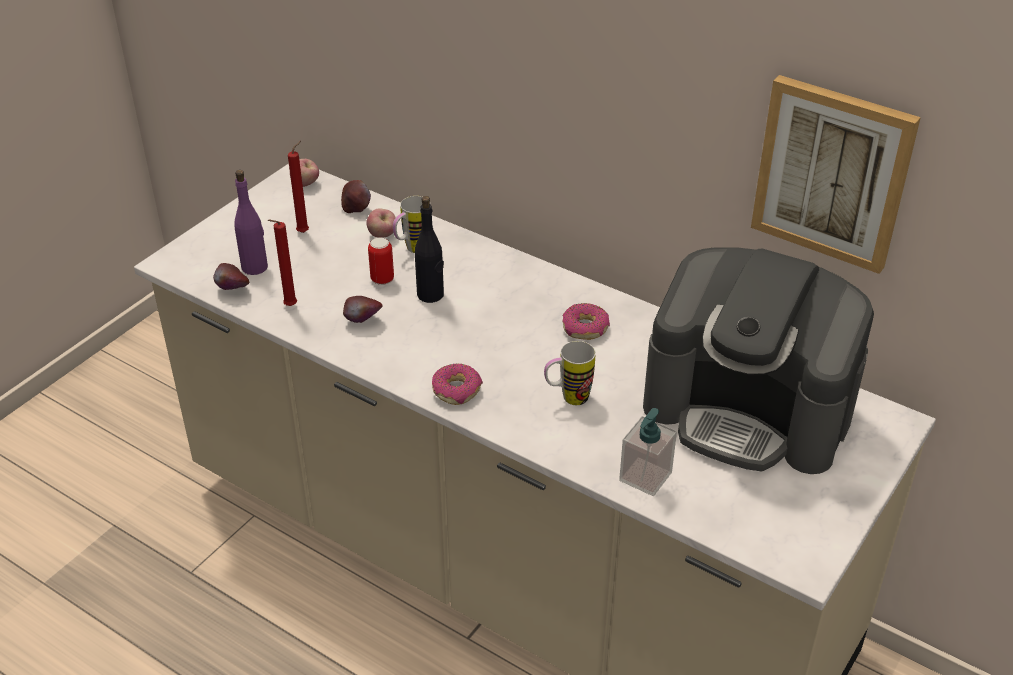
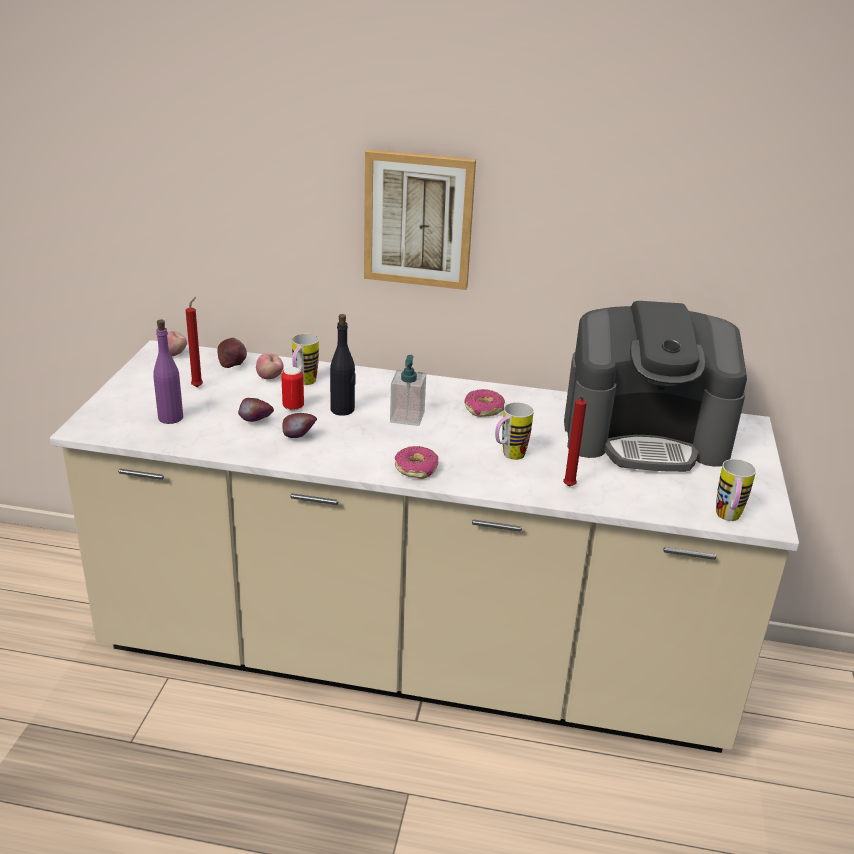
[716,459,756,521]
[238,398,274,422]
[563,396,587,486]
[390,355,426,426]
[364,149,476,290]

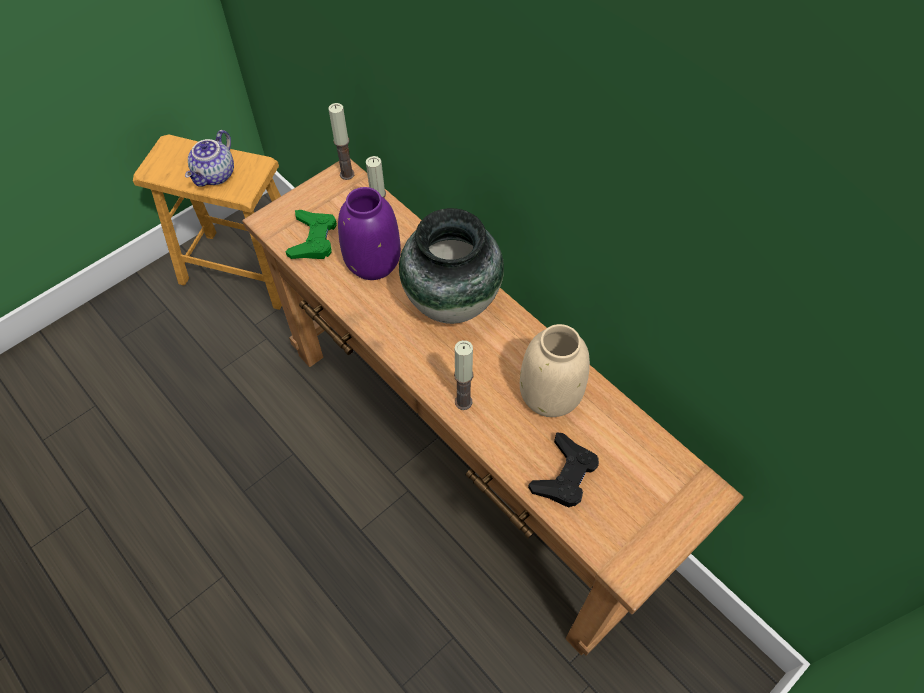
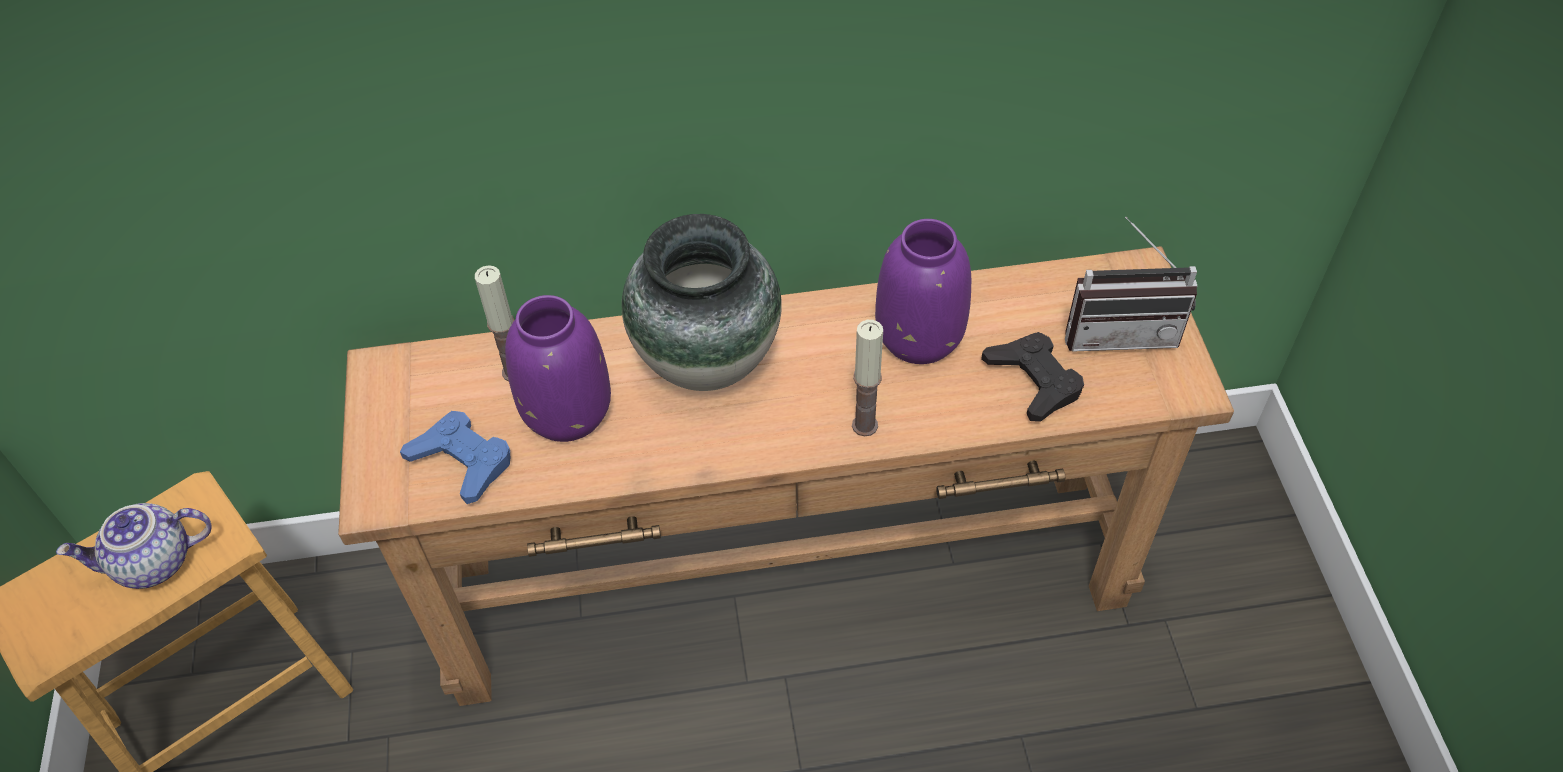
[328,103,354,180] (first image)
[1065,217,1197,352]
[400,411,511,504]
[875,219,971,364]
[56,503,212,589]

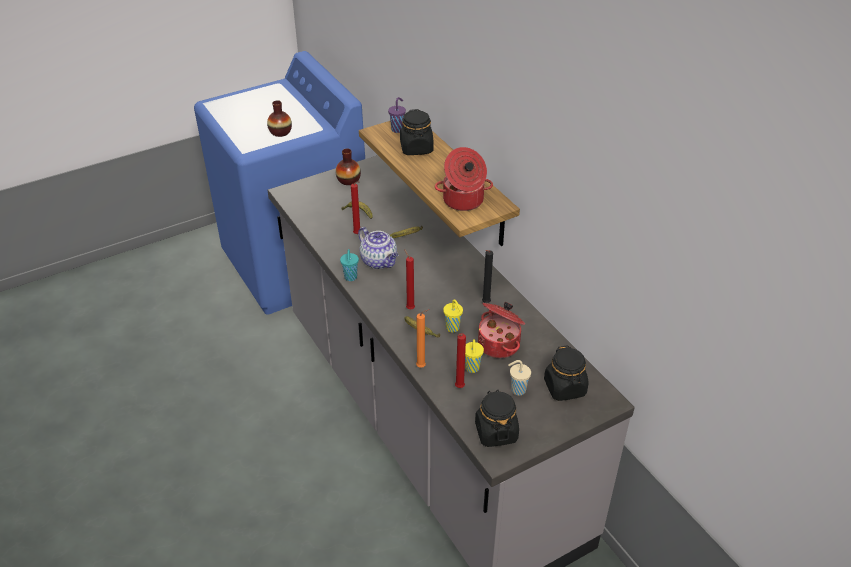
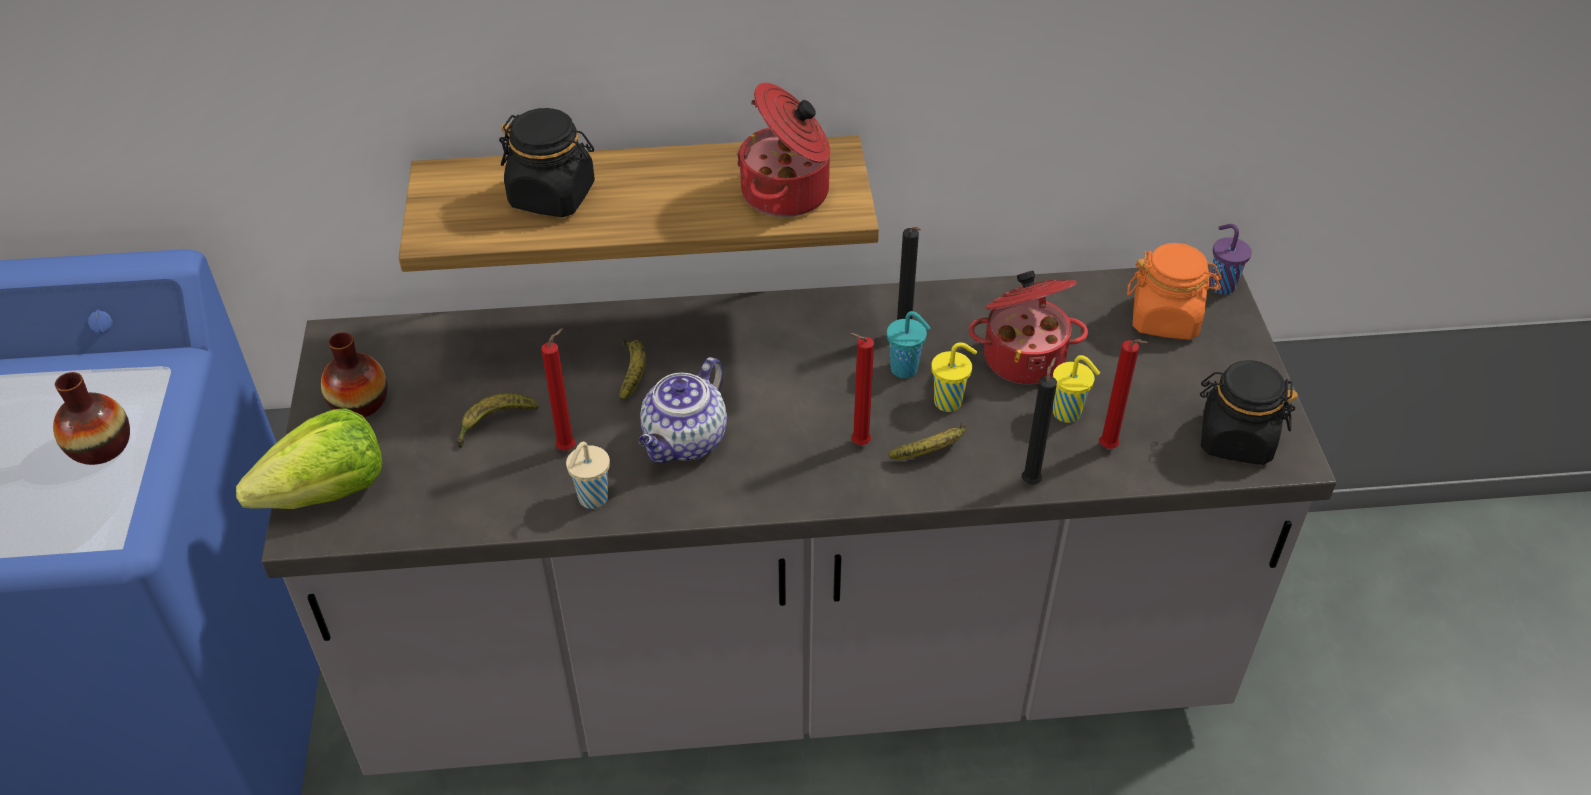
[236,408,383,509]
[887,311,931,378]
[1210,224,1252,295]
[566,442,610,509]
[1022,357,1057,485]
[1127,243,1221,340]
[639,357,727,463]

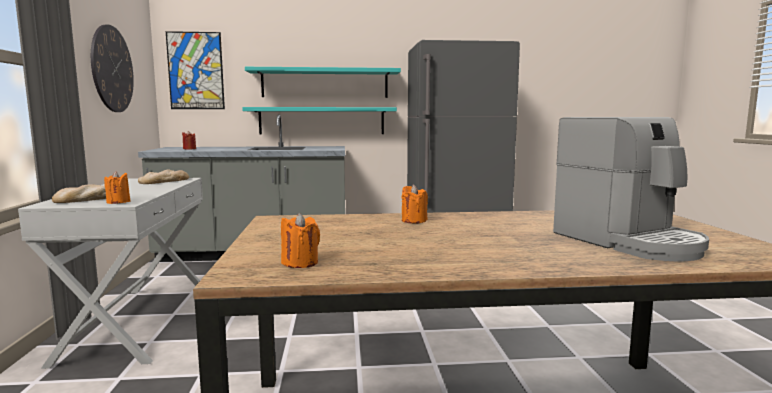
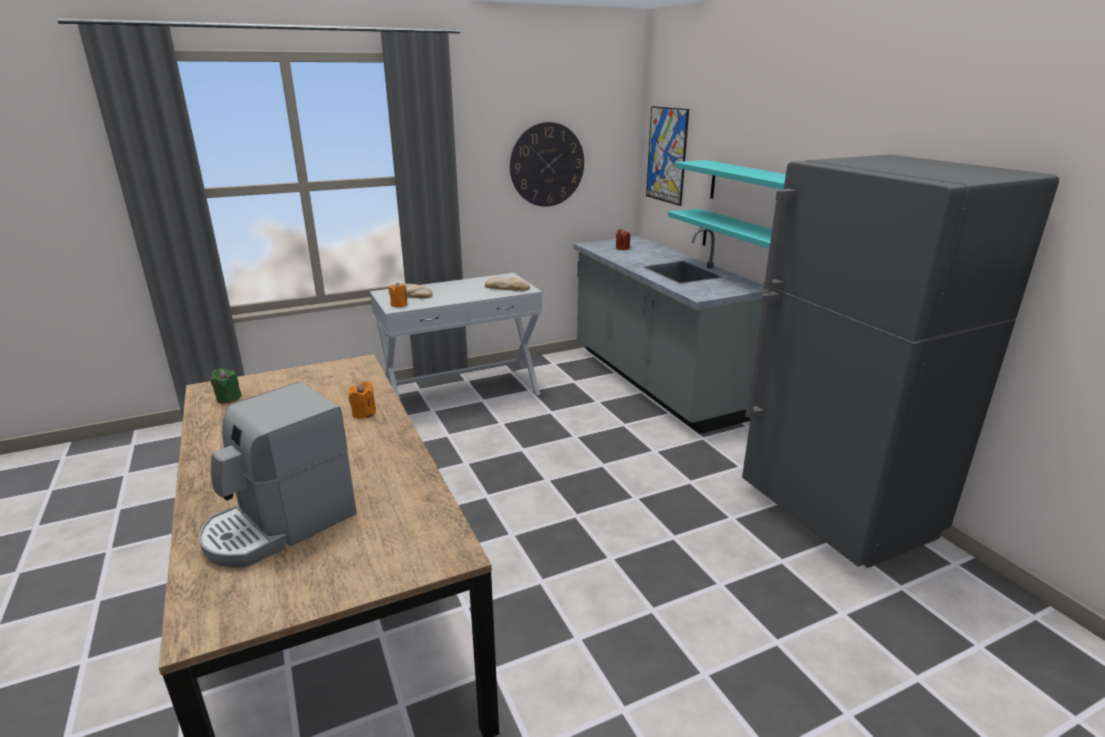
[210,368,242,403]

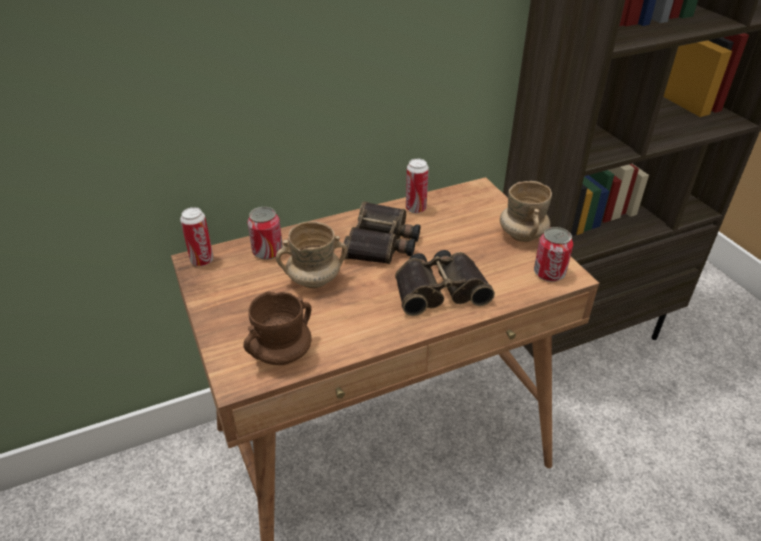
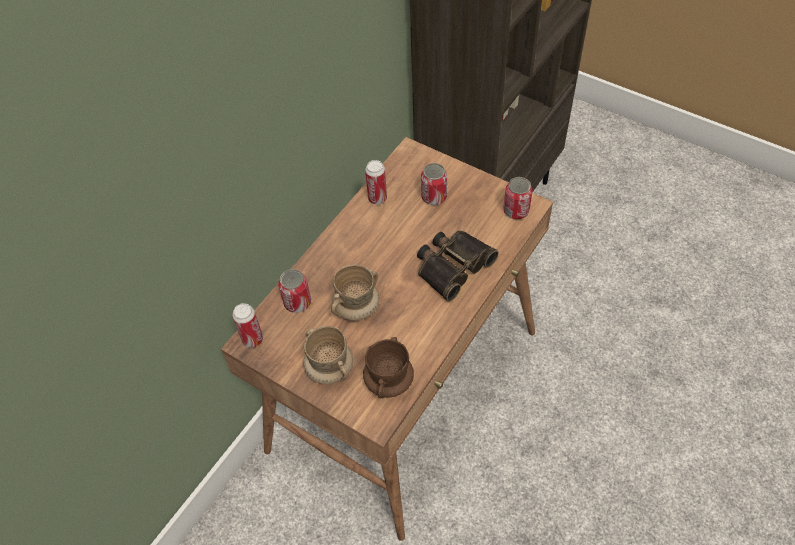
[342,201,420,264] (first image)
[421,163,447,205]
[304,325,353,385]

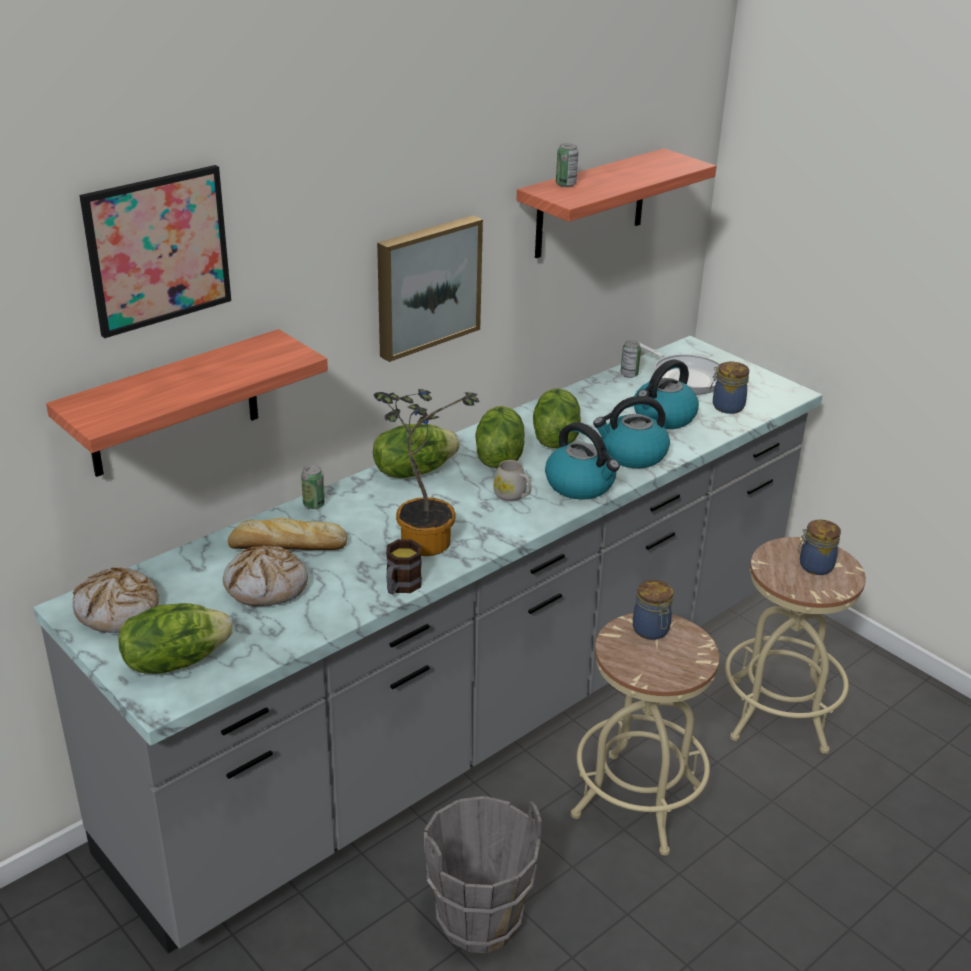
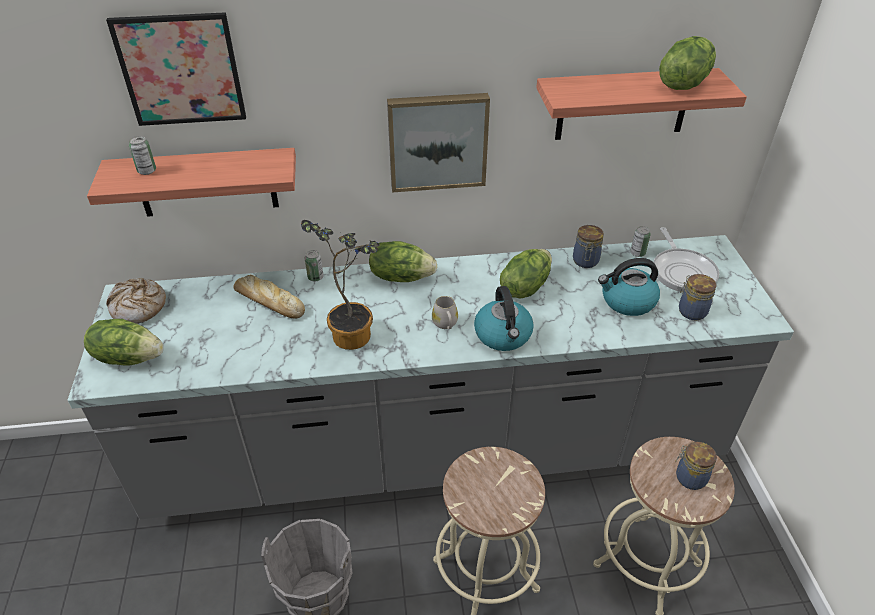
[223,546,308,606] (first image)
[386,539,422,594] (first image)
[593,396,670,468] (first image)
[659,36,716,90]
[129,136,156,175]
[573,225,604,268]

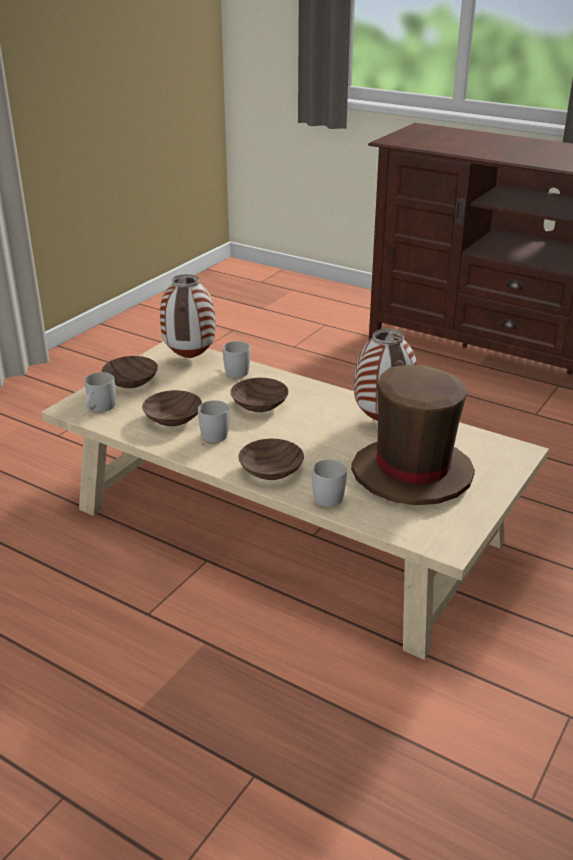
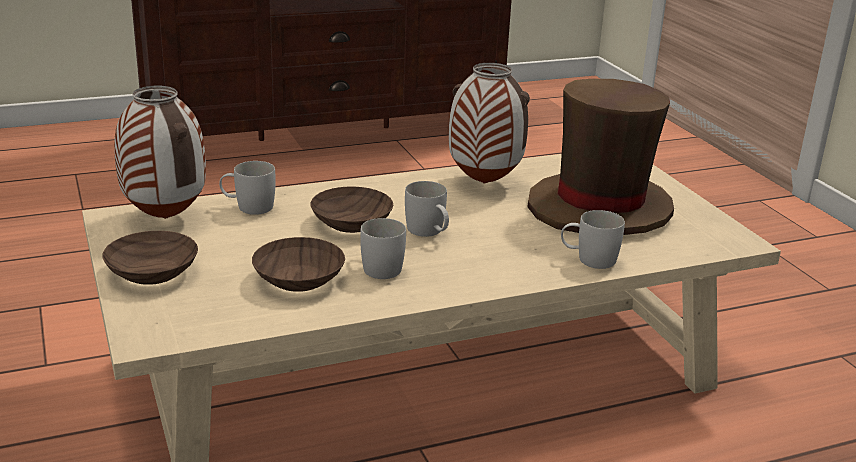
[238,439,304,480] (first image)
[405,181,449,237]

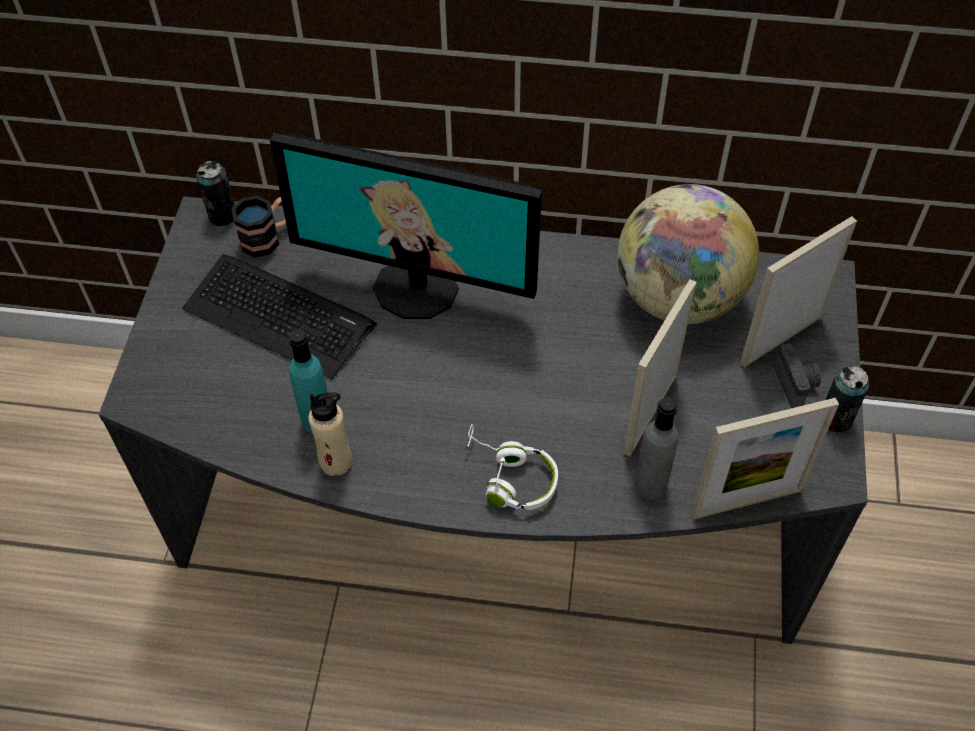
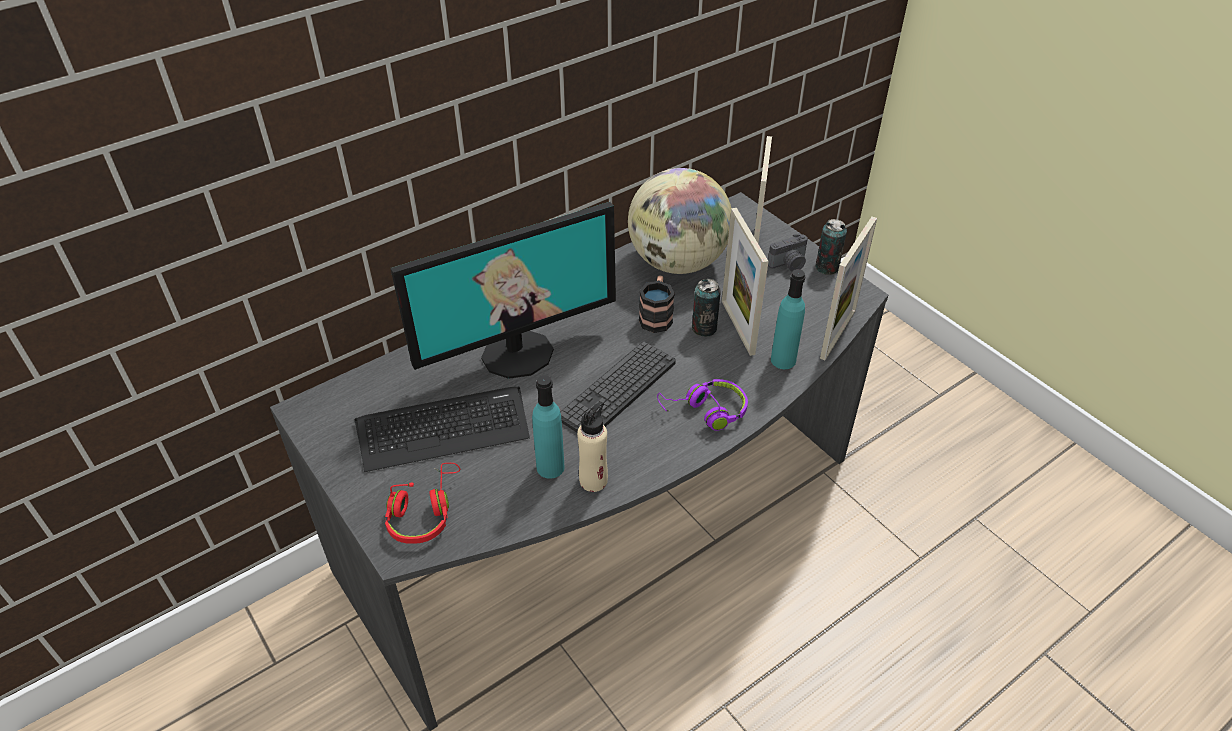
[385,463,460,544]
[560,341,676,433]
[692,279,721,337]
[639,275,675,333]
[657,379,748,431]
[771,269,805,369]
[768,233,808,272]

